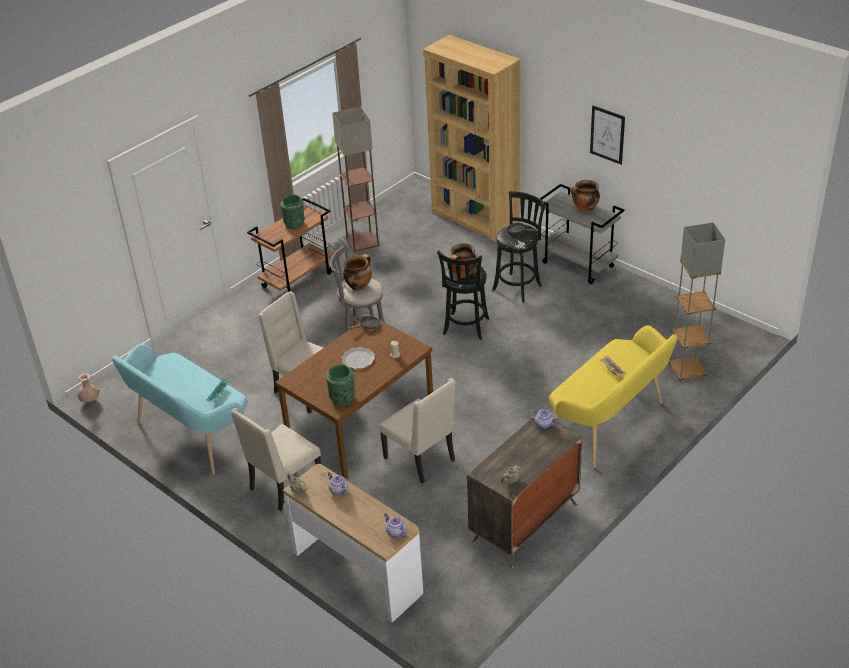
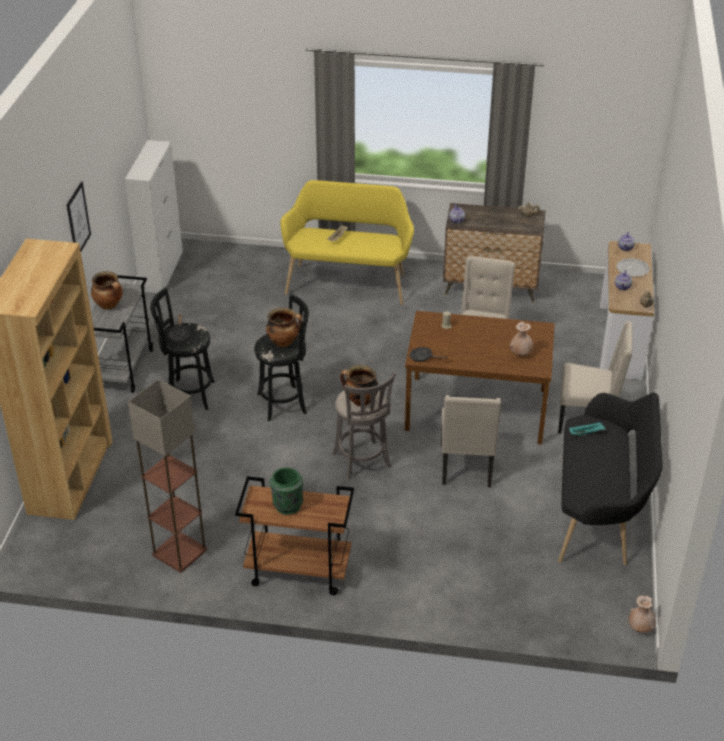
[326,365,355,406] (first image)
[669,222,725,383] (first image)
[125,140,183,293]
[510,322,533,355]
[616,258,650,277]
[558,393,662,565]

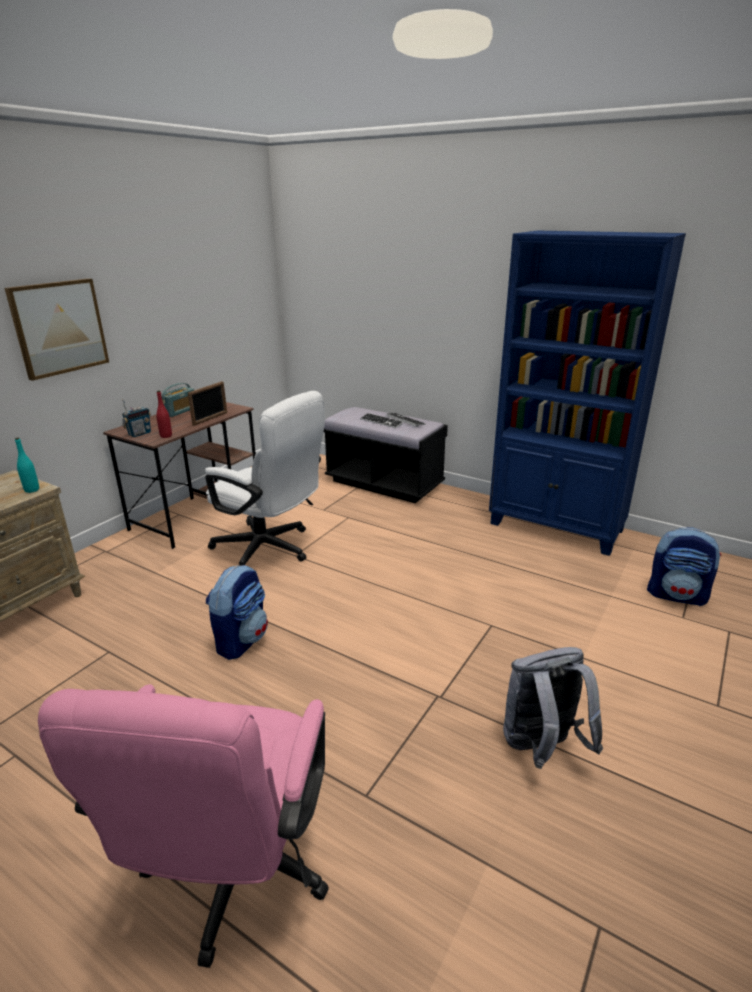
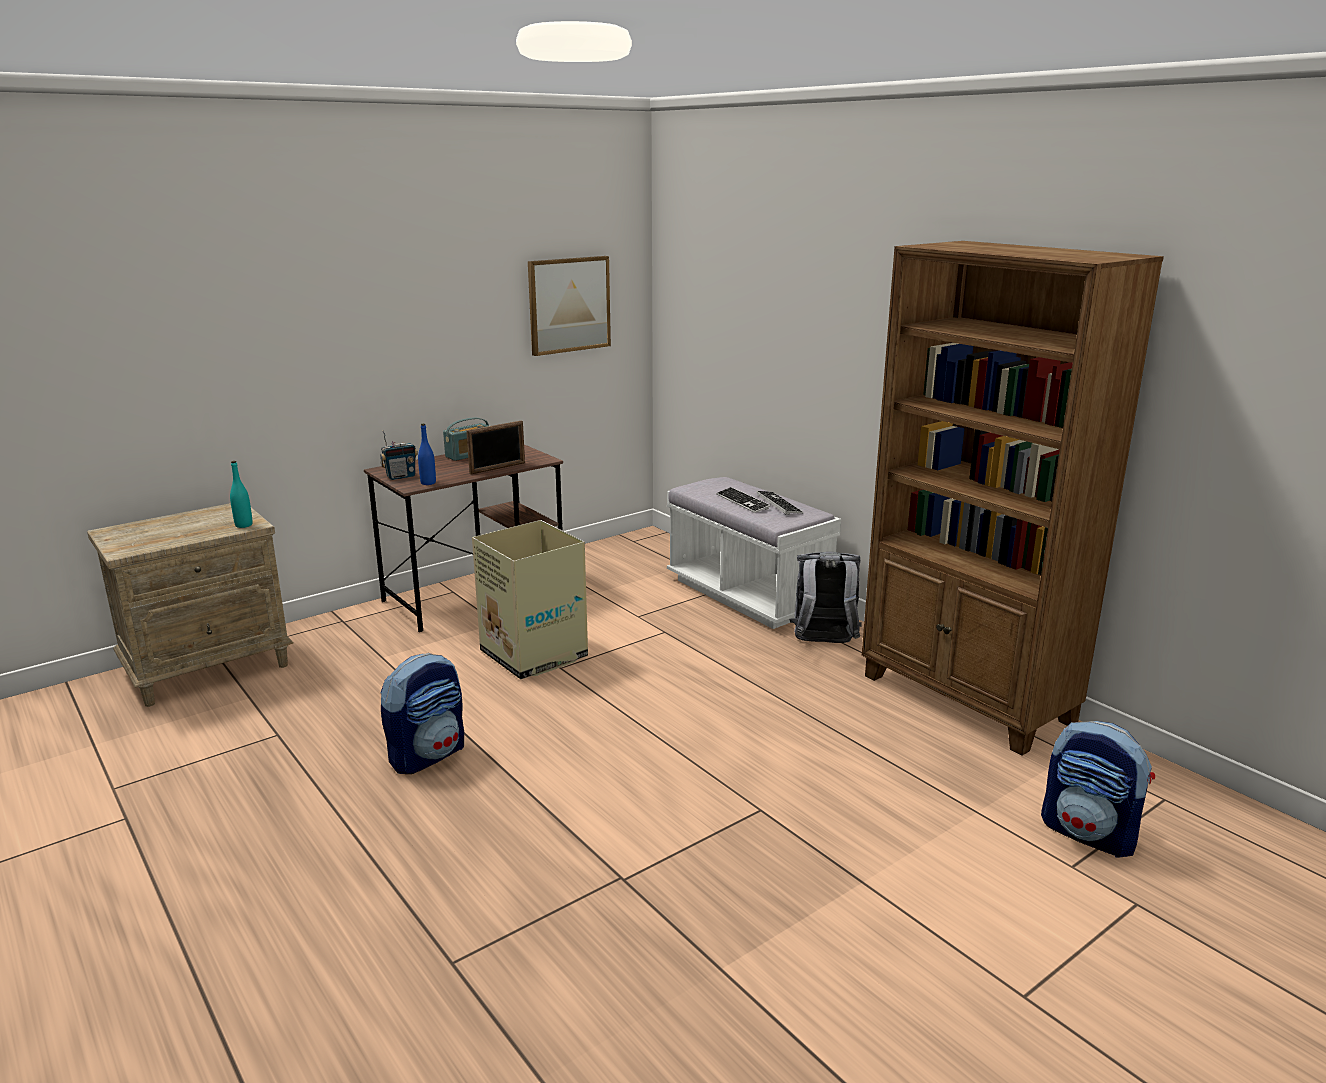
[38,684,329,968] (first image)
[528,256,611,356]
[789,552,862,643]
[472,520,588,679]
[418,424,436,485]
[667,477,841,629]
[862,241,1164,756]

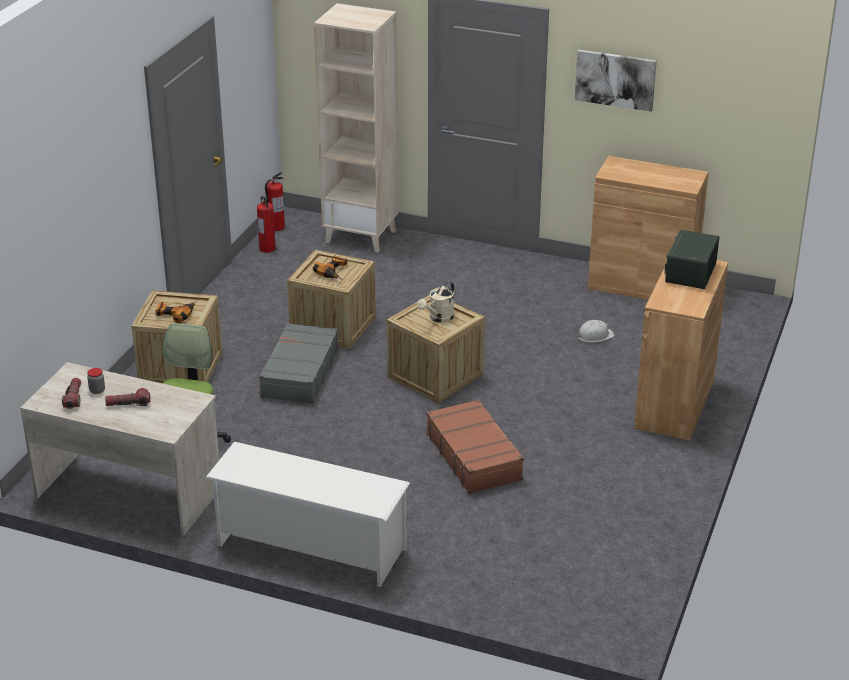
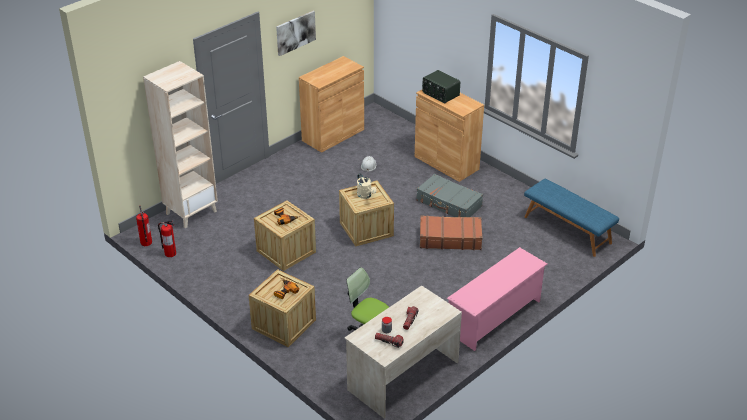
[524,179,619,257]
[416,174,483,217]
[447,247,547,351]

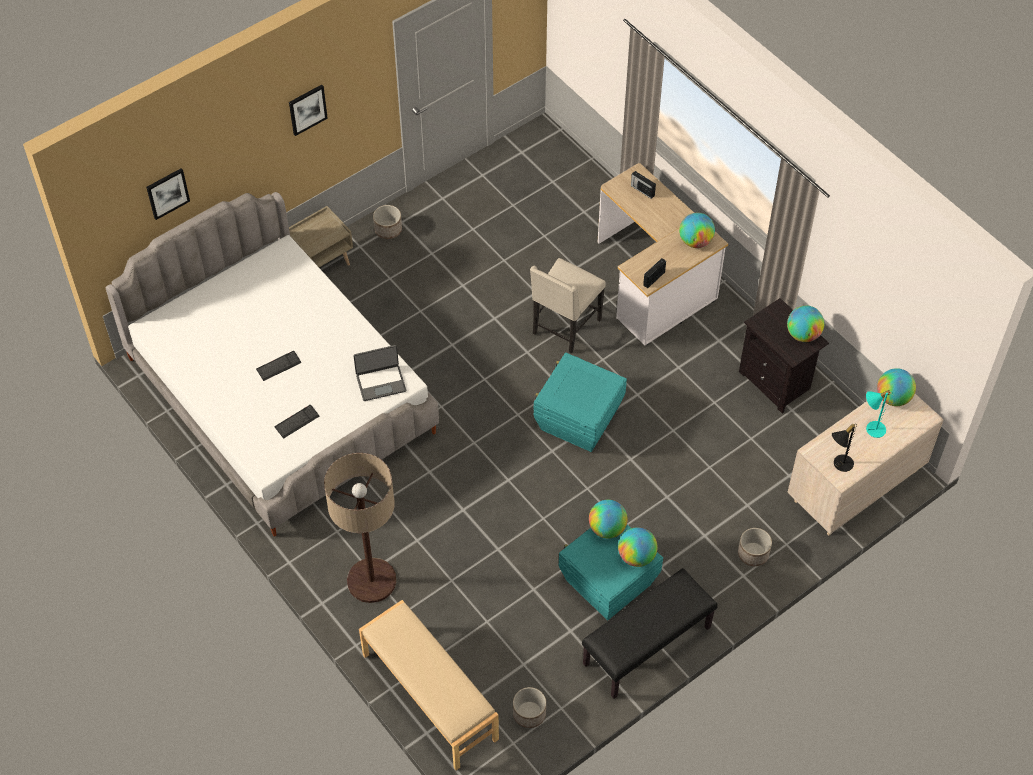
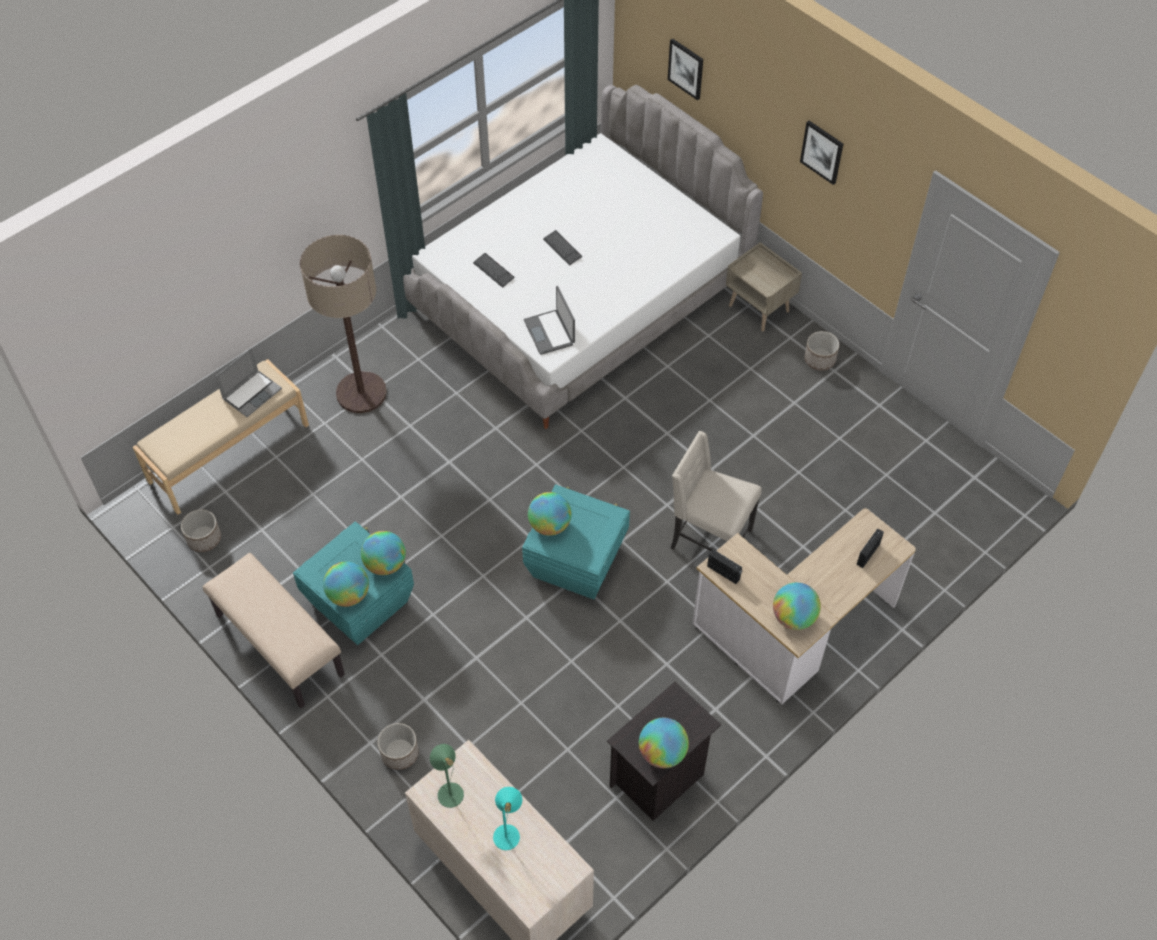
[215,348,282,417]
[528,492,571,536]
[203,553,345,708]
[430,744,464,808]

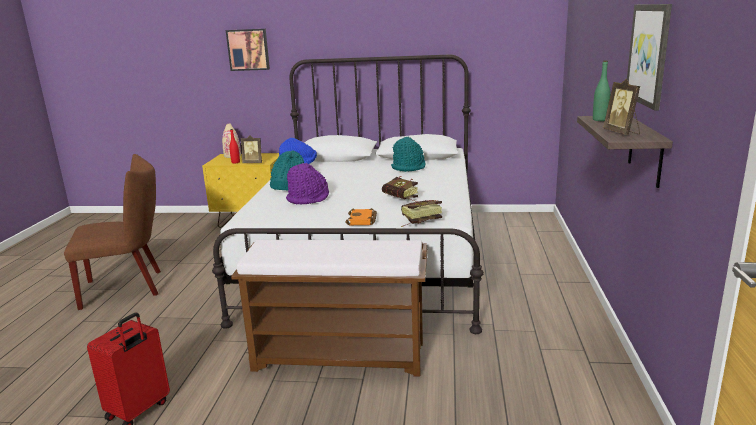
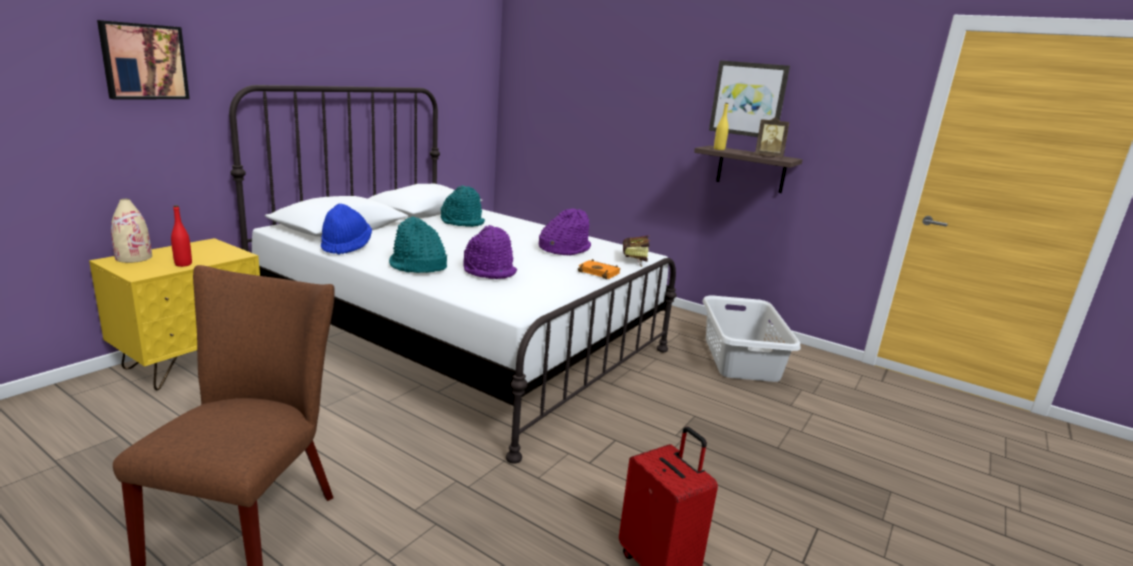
[231,240,427,377] (first image)
[241,136,262,163] (first image)
[702,295,801,382]
[539,208,591,256]
[714,103,729,150]

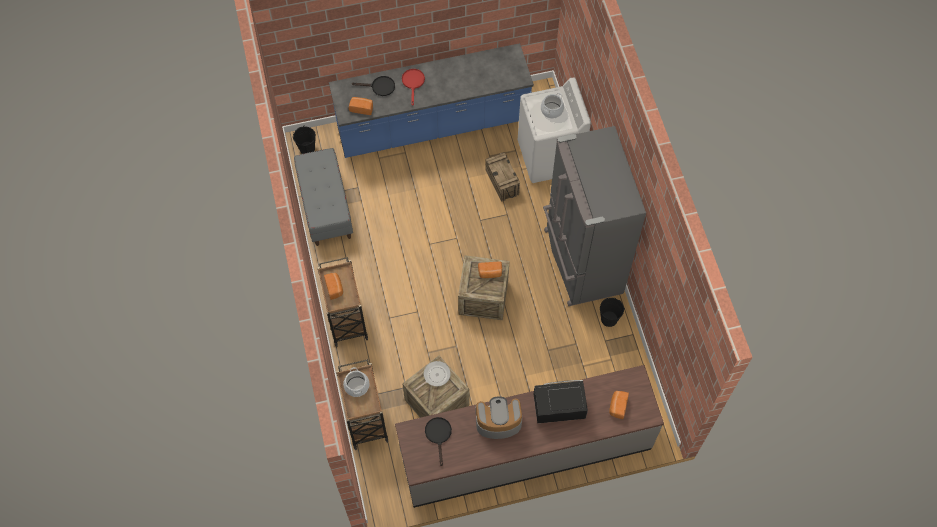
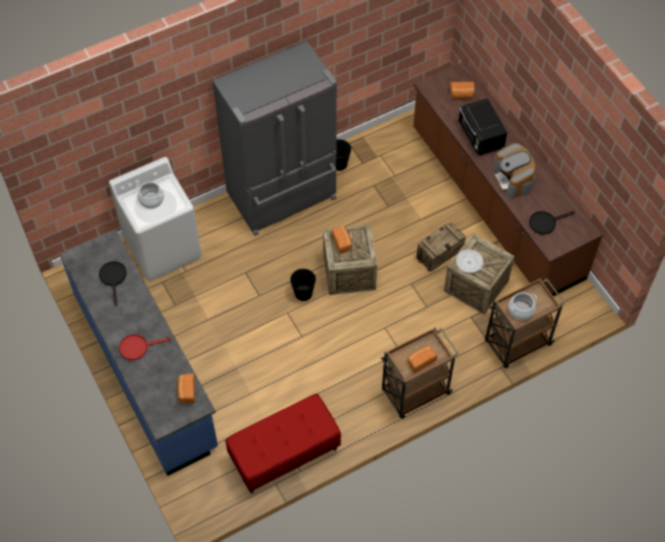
[290,269,316,301]
[99,262,127,306]
[416,222,466,272]
[225,393,341,494]
[413,61,603,297]

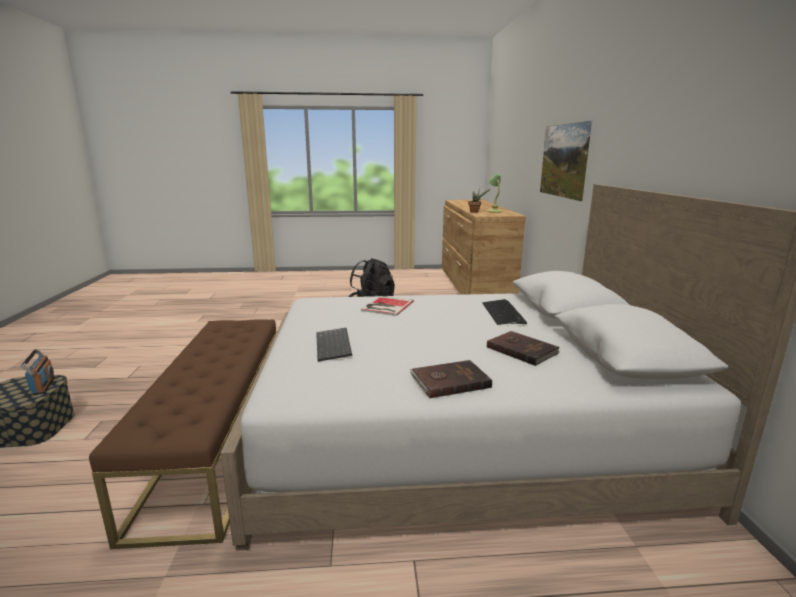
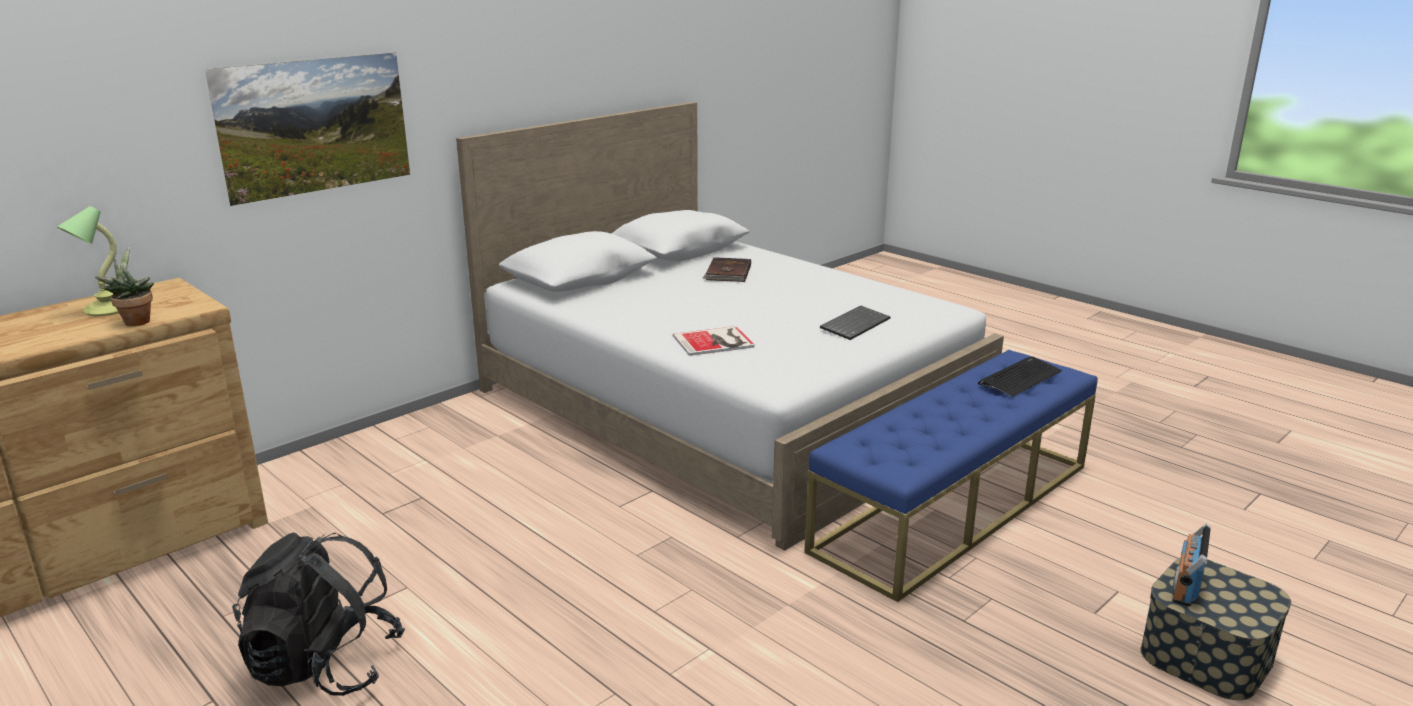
[410,360,492,398] (first image)
[978,356,1062,397]
[804,350,1098,602]

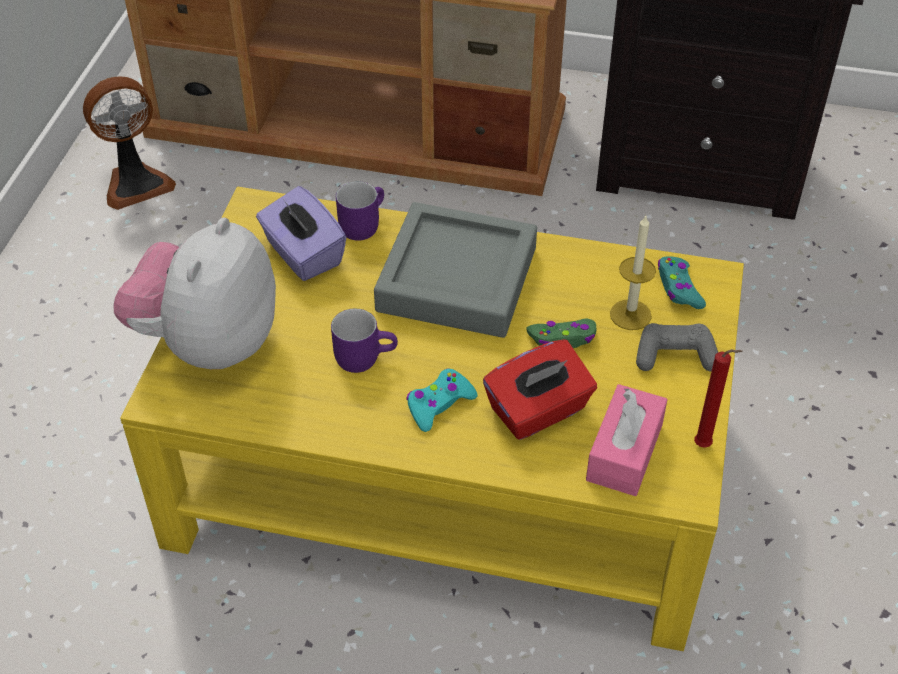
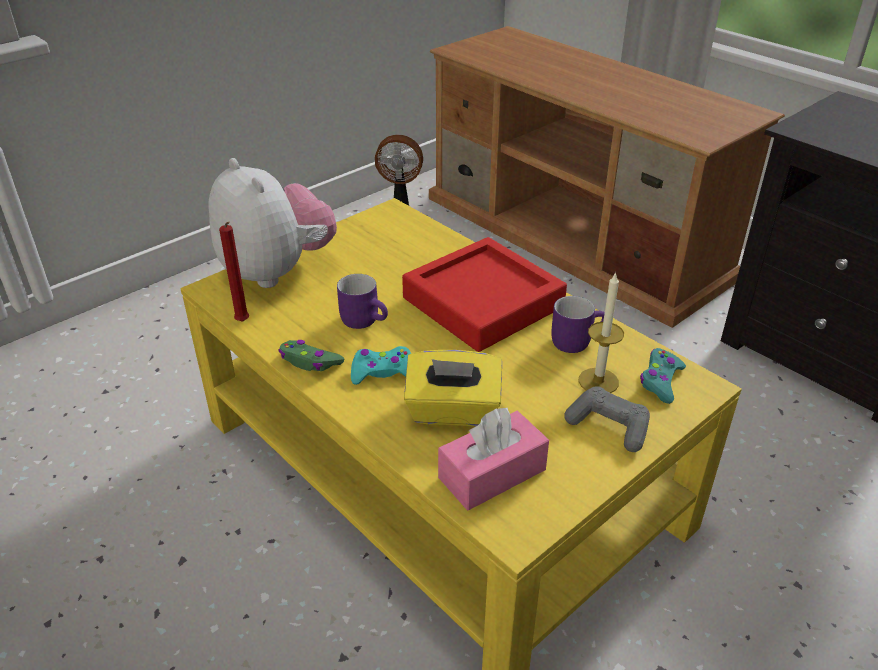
[256,186,346,281] (first image)
[551,296,605,353]
[278,340,345,371]
[219,222,249,322]
[402,237,567,352]
[404,350,502,426]
[208,158,337,288]

